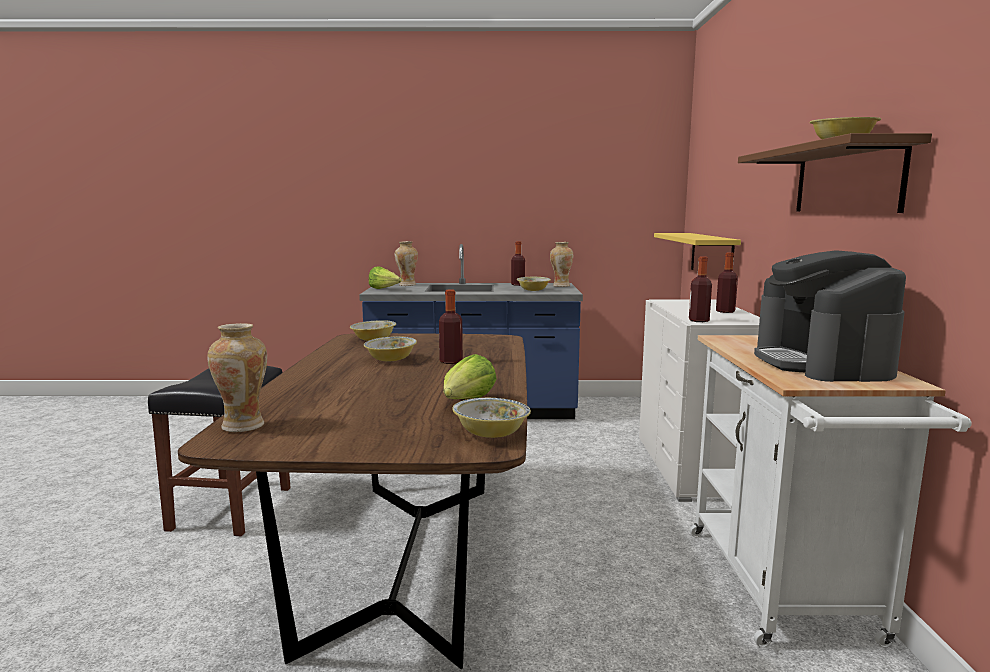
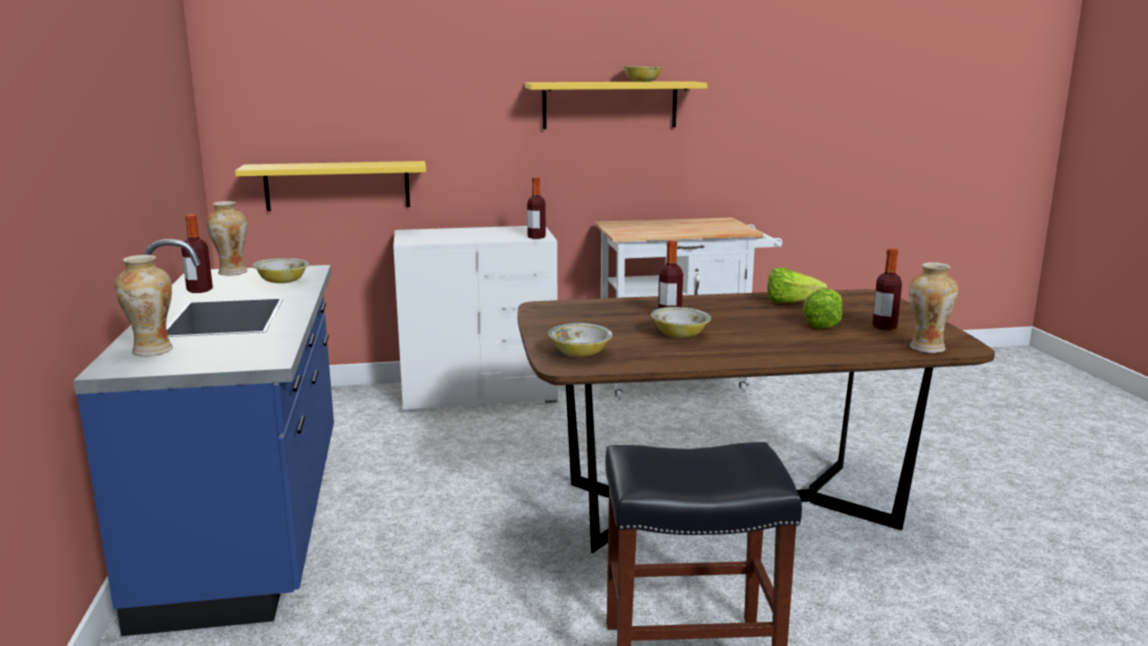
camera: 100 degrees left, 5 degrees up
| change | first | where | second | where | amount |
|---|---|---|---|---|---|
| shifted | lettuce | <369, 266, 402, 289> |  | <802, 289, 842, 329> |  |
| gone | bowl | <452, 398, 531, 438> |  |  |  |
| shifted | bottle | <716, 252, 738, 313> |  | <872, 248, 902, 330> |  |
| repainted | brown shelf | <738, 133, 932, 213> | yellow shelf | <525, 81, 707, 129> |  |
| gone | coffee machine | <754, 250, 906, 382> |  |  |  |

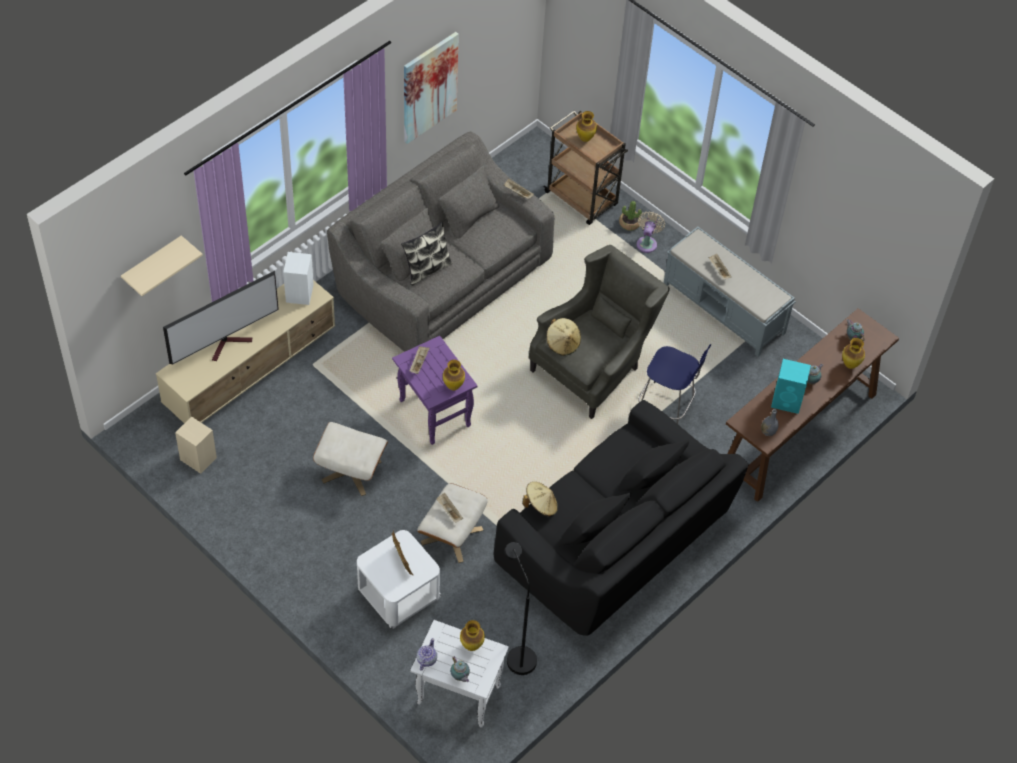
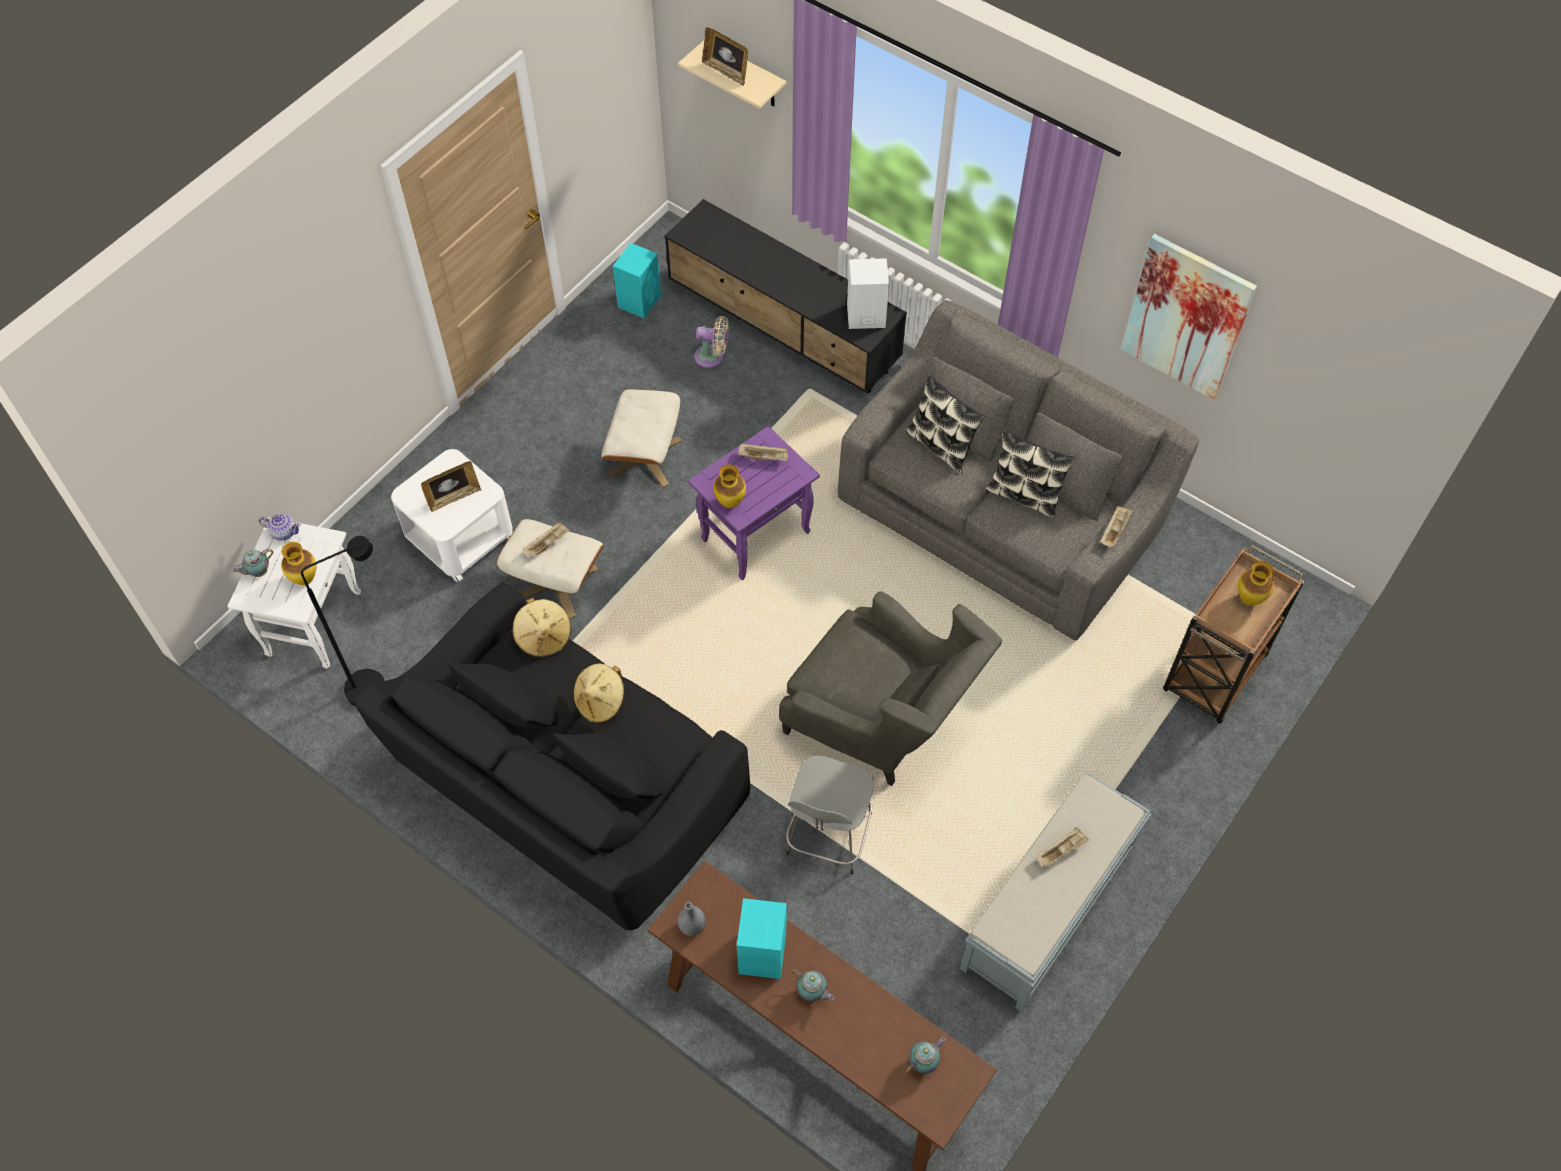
camera: 85 degrees right, 5 degrees up
| change | first | where | second | where | amount |
|---|---|---|---|---|---|
| repainted | beige tv stand | <156, 280, 335, 423> | black tv stand | <665, 199, 907, 393> |  |
| gone | television | <163, 271, 278, 364> |  |  |  |
| repainted | beige speaker | <175, 417, 217, 474> | turquoise speaker | <613, 243, 661, 318> |  |
| shifted | beige hat | <547, 318, 581, 356> |  | <573, 663, 624, 723> |  |
| gone | potted plant | <619, 201, 642, 231> |  |  |  |
| shifted | beige fan | <636, 211, 665, 253> |  | <694, 316, 729, 368> |  |
| repainted | blue stool | <639, 344, 711, 424> | grey stool | <786, 755, 874, 874> |  |
| gone | vase | <842, 338, 865, 369> |  |  |  |
| new |  |  | picture frame | <702, 27, 748, 86> |  |
| new |  |  | pillow | <985, 429, 1075, 519> |  |

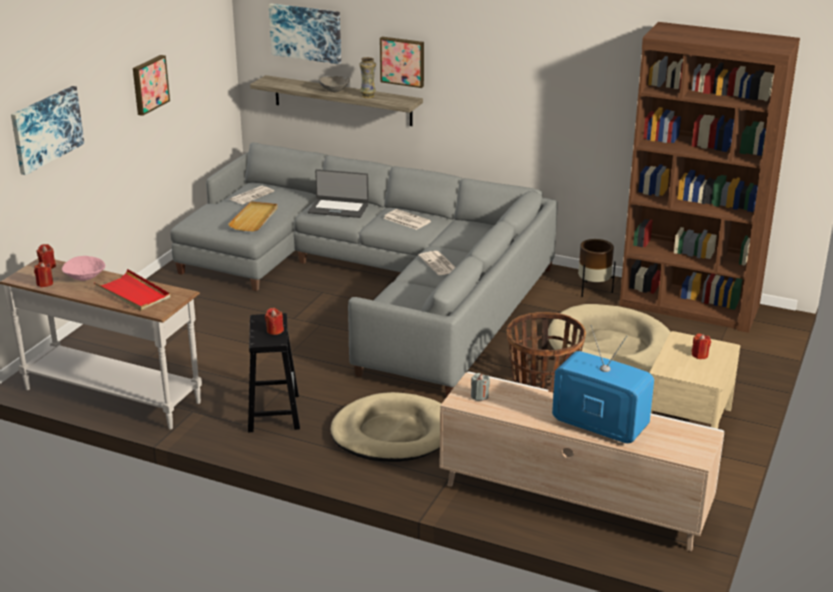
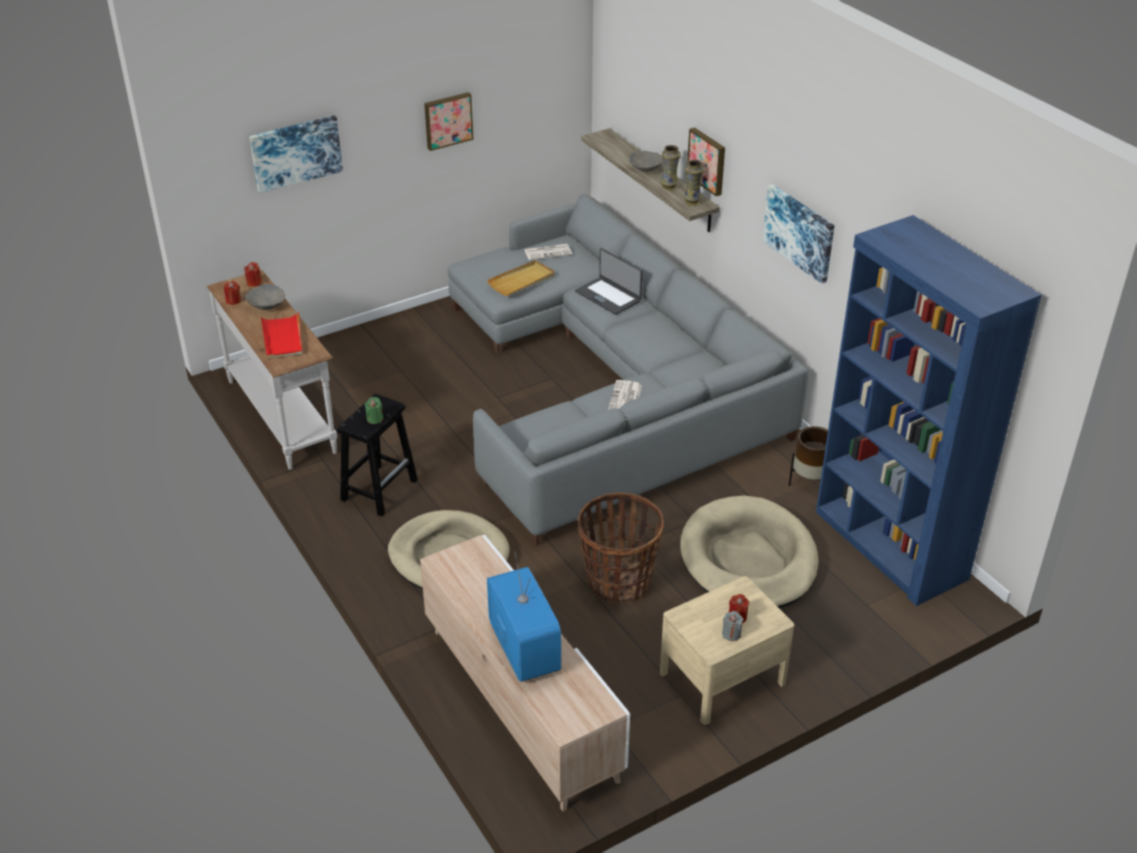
camera: 35 degrees right, 10 degrees up
| change | first | where | second | where | amount |
|---|---|---|---|---|---|
| repainted | pink bowl | <62, 256, 105, 281> | grey bowl | <245, 284, 285, 310> |  |
| repainted | red candle | <265, 308, 284, 335> | green candle | <365, 397, 383, 424> |  |
| shifted | picture | <269, 4, 341, 64> |  | <762, 184, 835, 284> |  |
| gone | newspaper | <384, 209, 431, 230> |  |  |  |
| shifted | grey candle | <471, 373, 490, 401> |  | <722, 611, 743, 641> |  |
| repainted | brown bookcase | <619, 22, 800, 333> | blue bookcase | <816, 215, 1042, 606> |  |
| new |  |  | vase | <684, 160, 704, 206> |  |

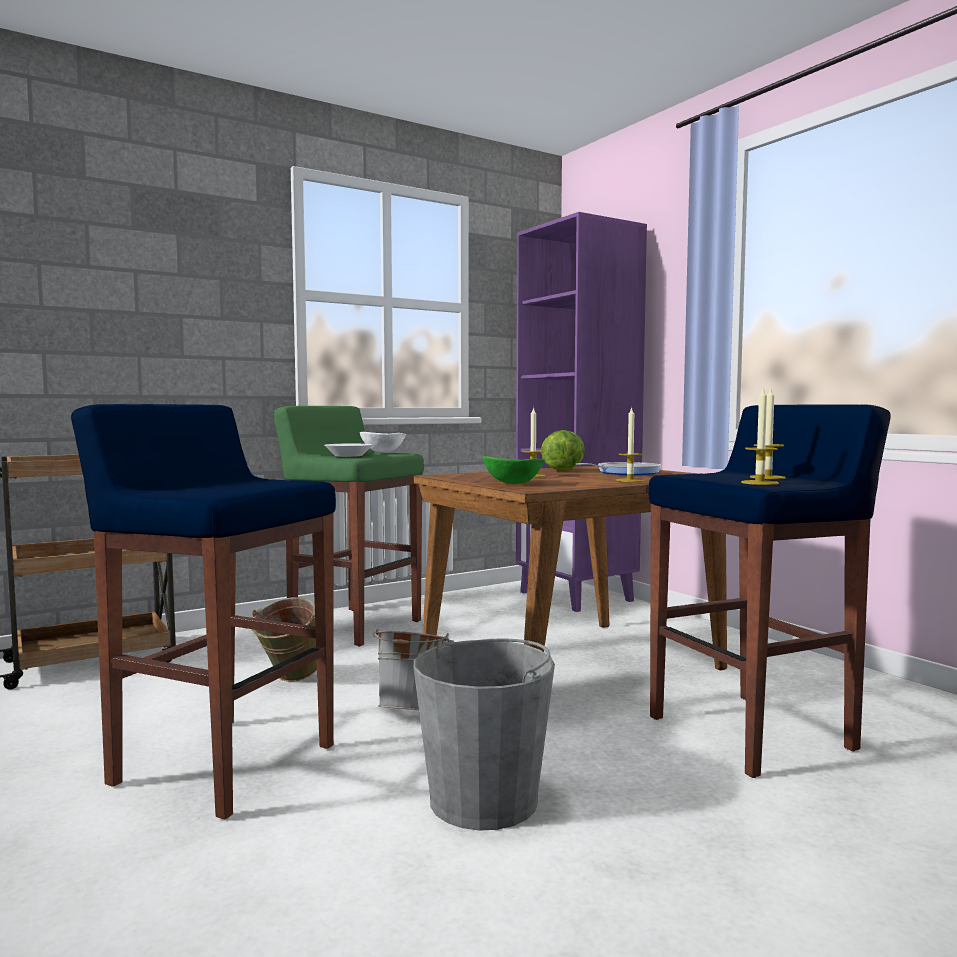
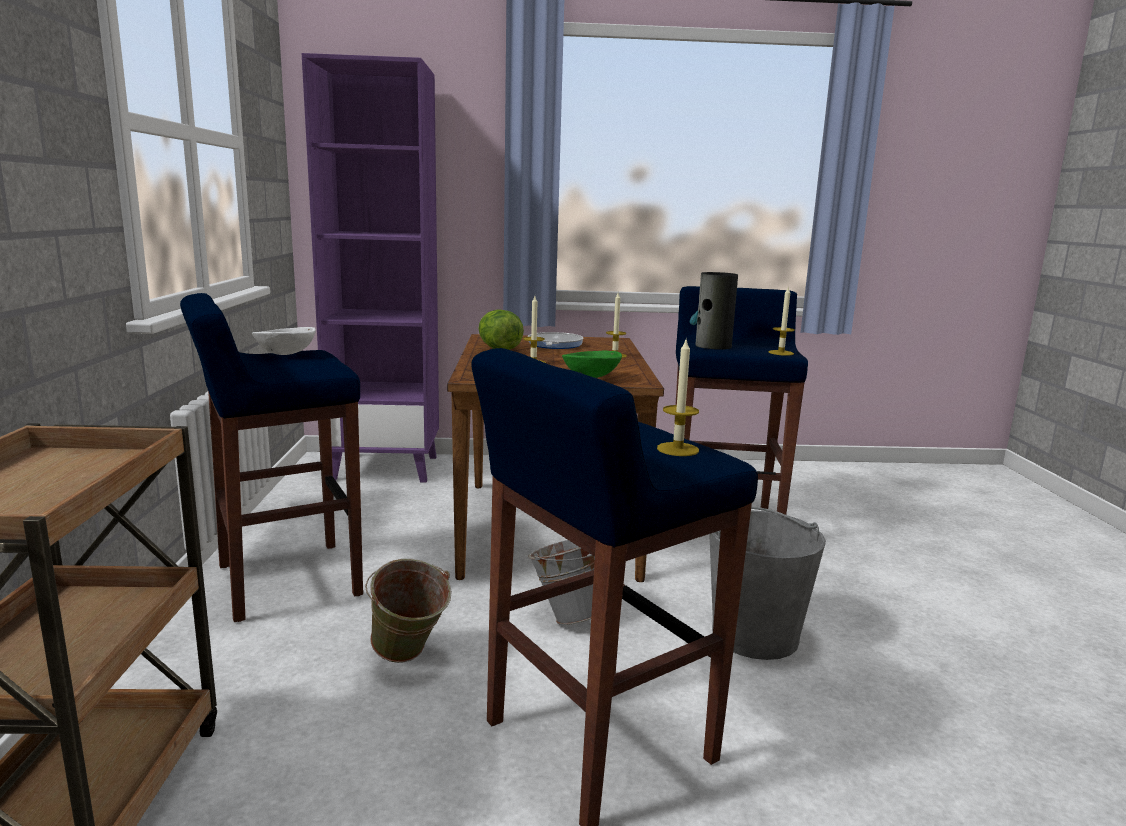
camera: 60 degrees left, 10 degrees up
| change | first | where | second | where | amount |
|---|---|---|---|---|---|
| repainted | green stool | <273, 406, 424, 646> | blue stool | <180, 293, 363, 622> |  |
| gone | white bowl | <324, 443, 373, 457> |  |  |  |
| shifted | candle | <750, 389, 786, 479> |  | <657, 337, 699, 456> |  |
| new |  |  | vase | <690, 272, 738, 350> |  |

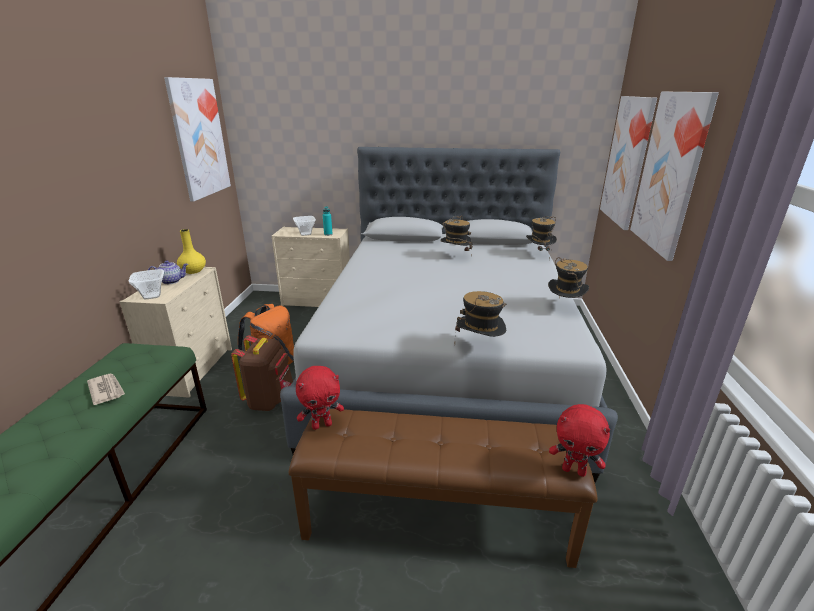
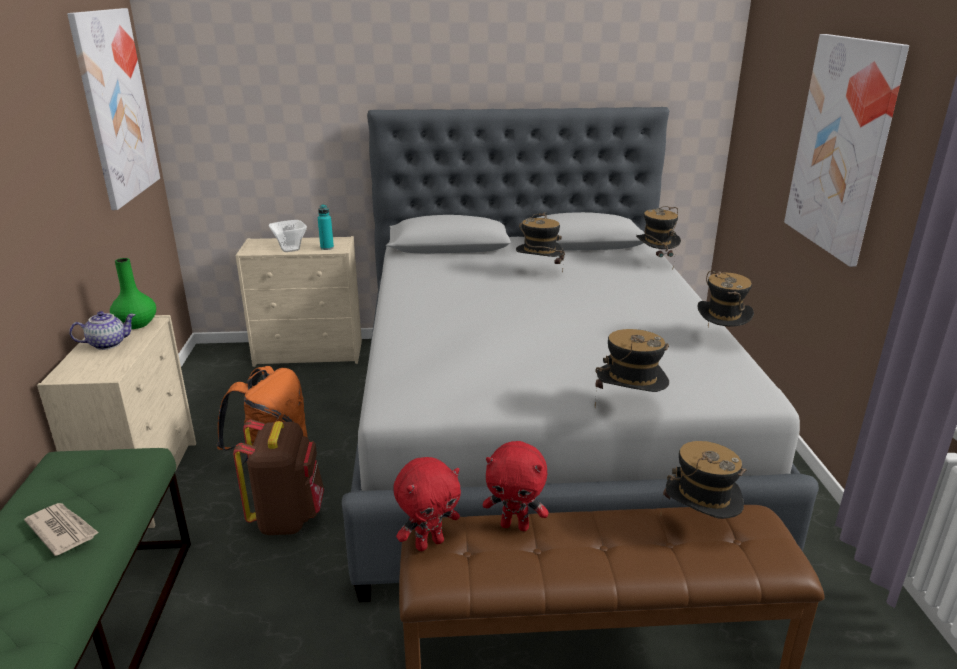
camera: 10 degrees left, 0 degrees up
| change | first | where | second | where | amount |
|---|---|---|---|---|---|
| gone | bowl | <128, 269, 164, 299> |  |  |  |
| repainted | yellow vase | <177, 229, 206, 274> | green vase | <110, 258, 156, 329> |  |
| shifted | red plush toy | <549, 404, 610, 477> |  | <483, 441, 549, 531> |  |
| gone | picture | <600, 96, 657, 230> |  |  |  |
| new |  |  | hat | <660, 441, 747, 519> |  |

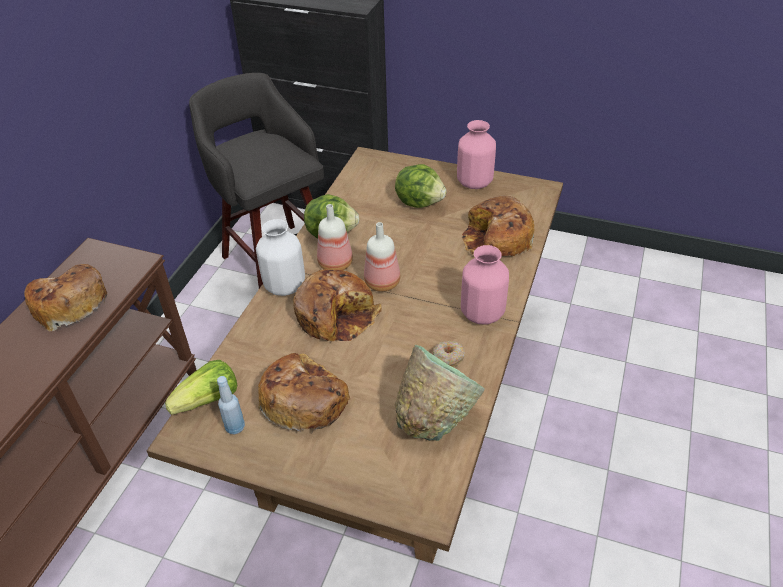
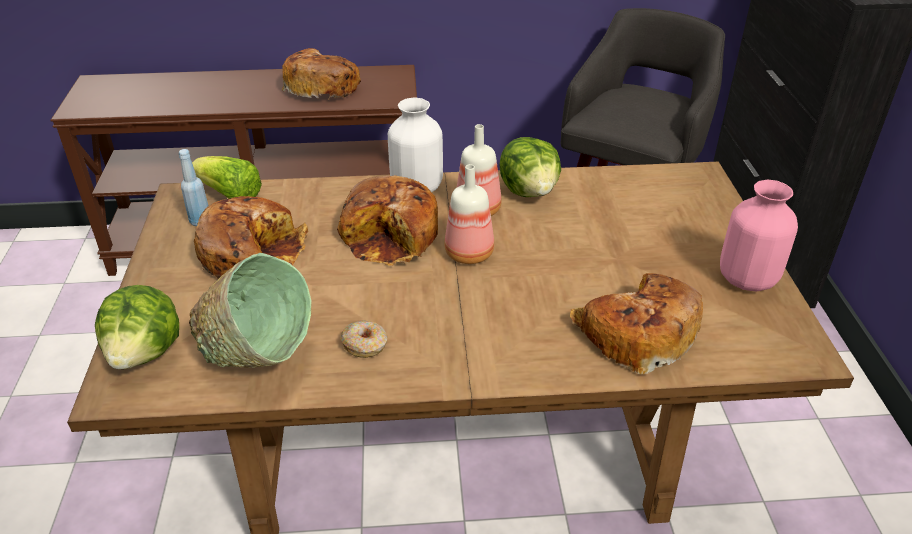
camera: 65 degrees right, 5 degrees down
| change | first | where | second | where | amount |
|---|---|---|---|---|---|
| shifted | lettuce | <395, 164, 447, 208> |  | <95, 285, 179, 369> |  |
| gone | pink vase | <461, 245, 509, 325> |  |  |  |

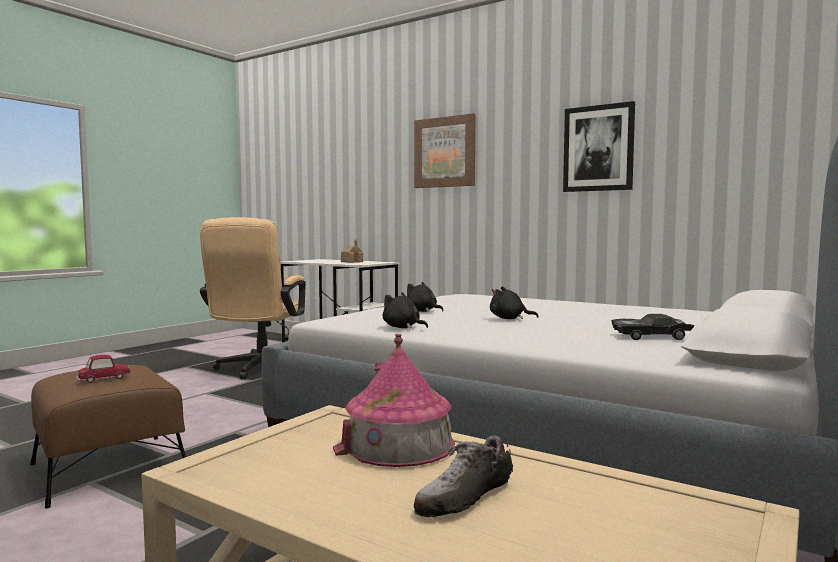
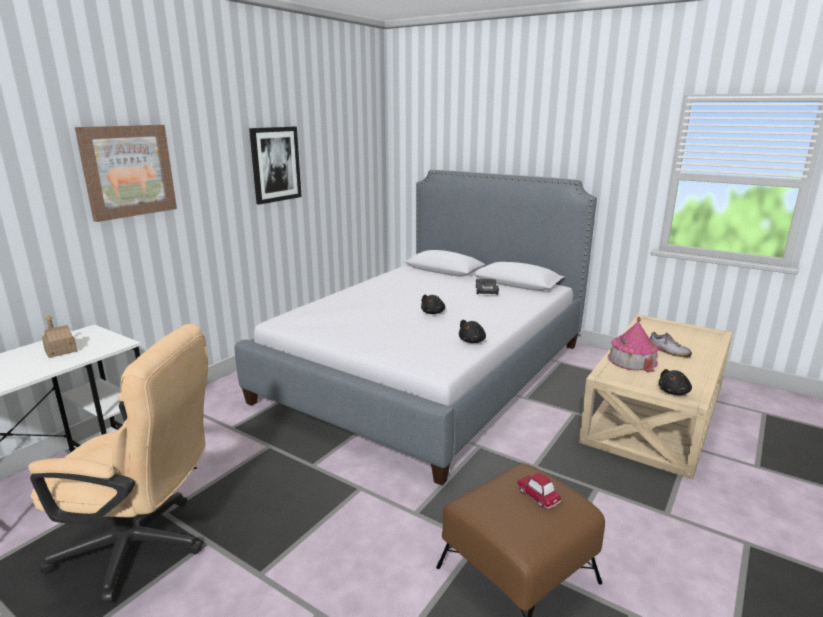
camera: 90 degrees left, 15 degrees up
| change | first | where | second | where | amount |
|---|---|---|---|---|---|
| shifted | black plush toy | <407, 282, 444, 312> |  | <659, 369, 692, 395> |  |

